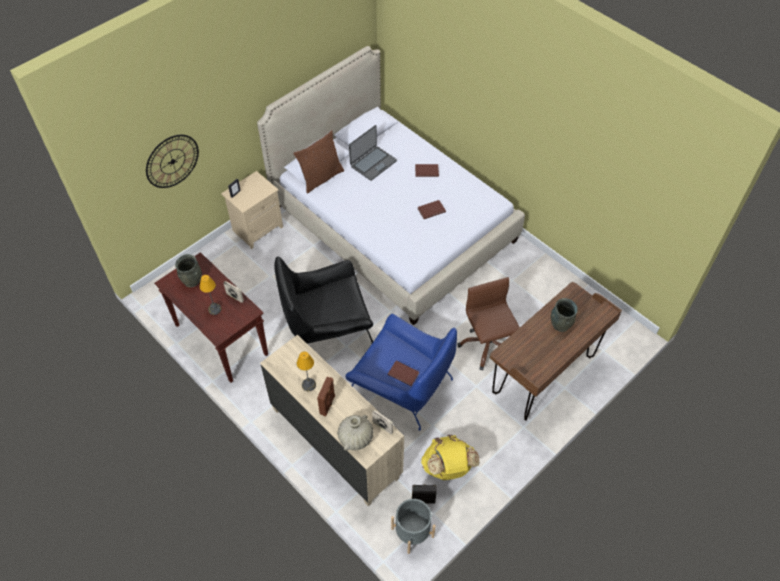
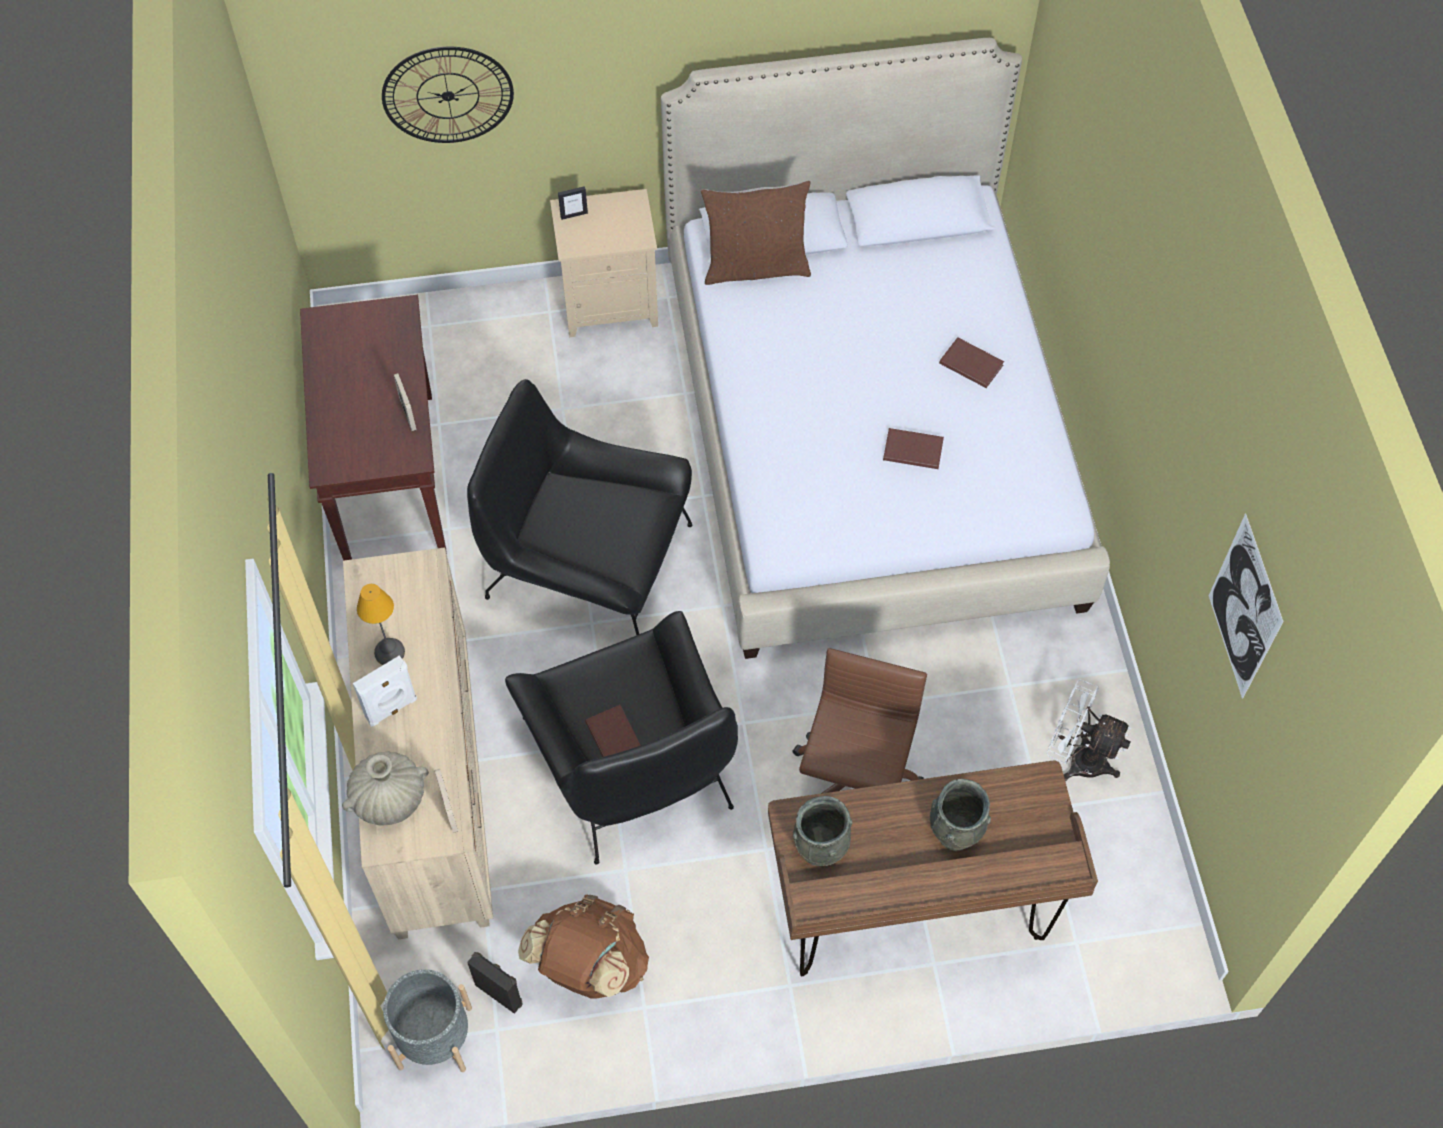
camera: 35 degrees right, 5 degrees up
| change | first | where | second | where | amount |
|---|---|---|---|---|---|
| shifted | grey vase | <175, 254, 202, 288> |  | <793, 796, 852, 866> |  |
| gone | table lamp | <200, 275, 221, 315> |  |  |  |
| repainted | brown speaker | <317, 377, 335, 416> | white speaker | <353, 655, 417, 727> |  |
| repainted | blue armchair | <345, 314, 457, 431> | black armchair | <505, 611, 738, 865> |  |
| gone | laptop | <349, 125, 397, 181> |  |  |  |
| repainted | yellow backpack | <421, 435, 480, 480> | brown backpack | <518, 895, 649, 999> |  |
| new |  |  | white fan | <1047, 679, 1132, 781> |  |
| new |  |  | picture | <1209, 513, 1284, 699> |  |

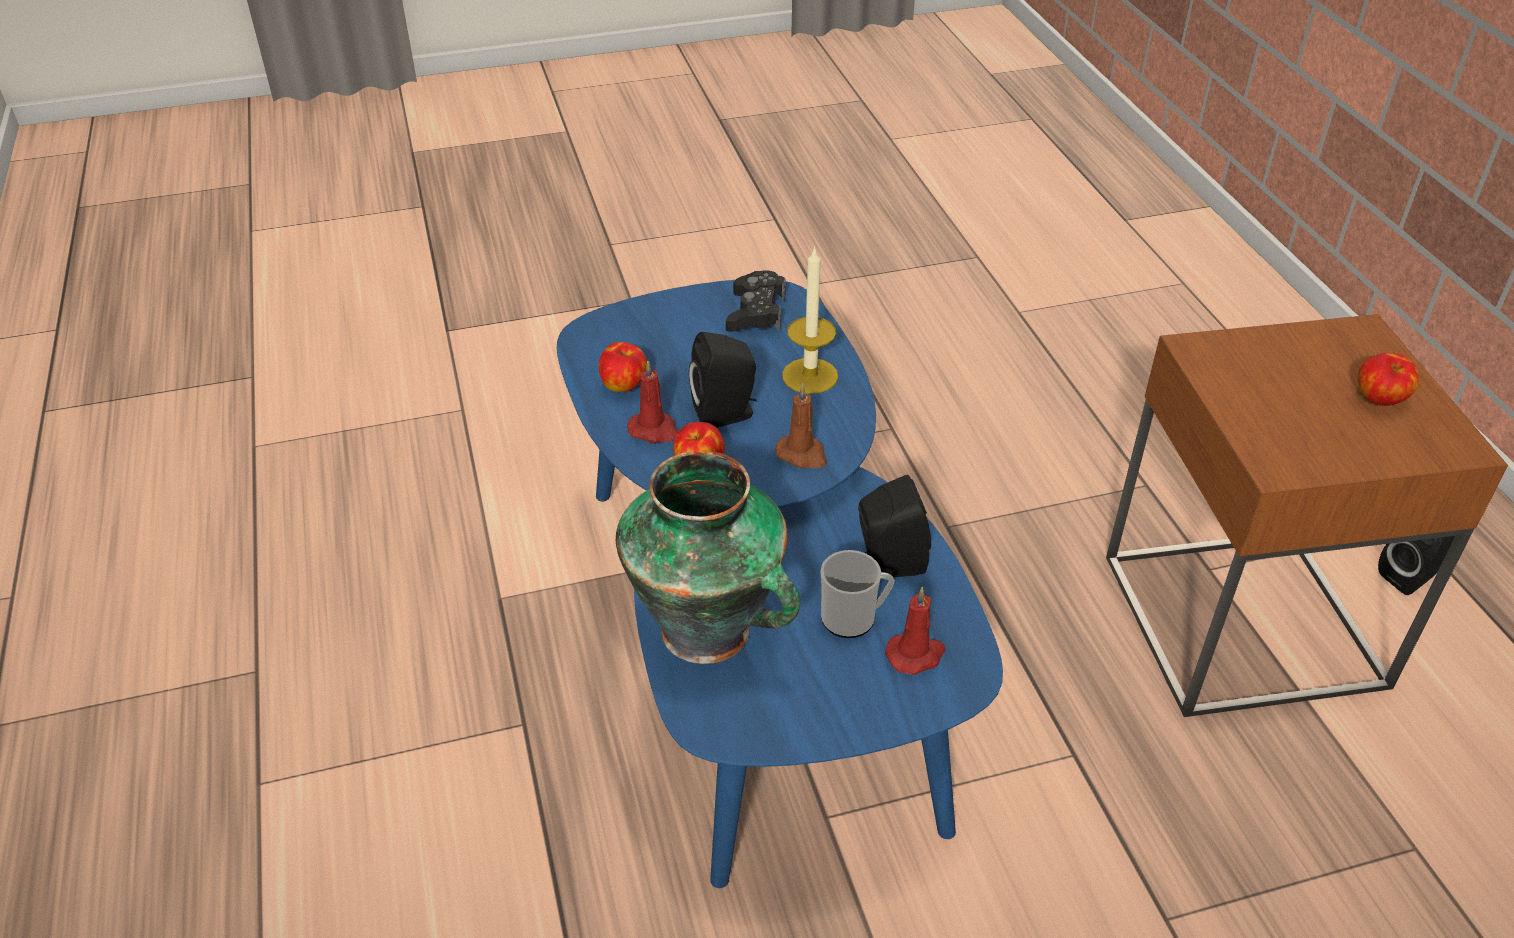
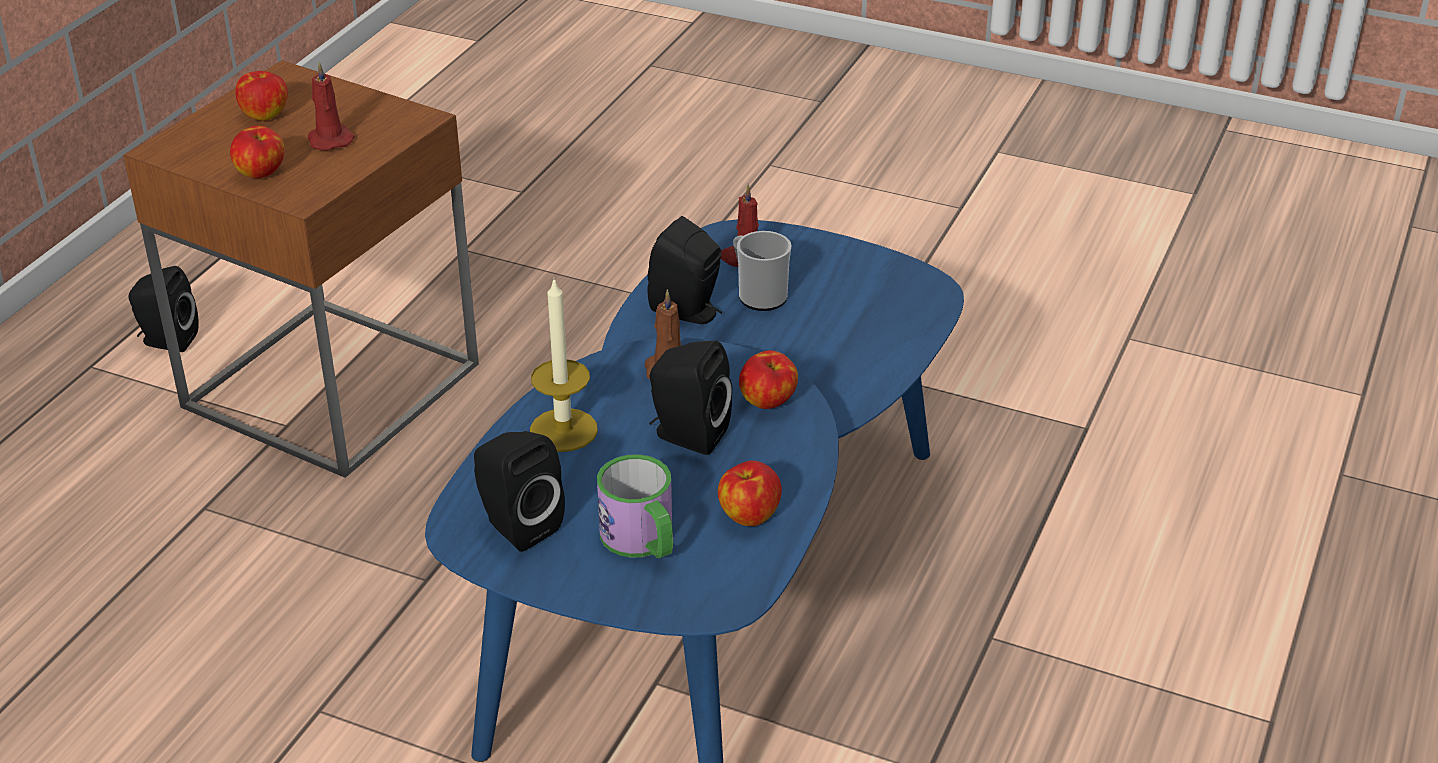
camera: 140 degrees left, 5 degrees down
| change | first | where | second | where | amount |
|---|---|---|---|---|---|
| gone | vase | <616, 452, 800, 664> |  |  |  |
| shifted | red candle | <627, 360, 678, 443> |  | <308, 62, 354, 151> |  |
| swapped | black game controller | <726, 270, 786, 332> | black speaker | <474, 431, 565, 552> |  |
| new |  |  | apple | <230, 126, 285, 178> |  |
| new |  |  | mug | <597, 454, 673, 558> |  |

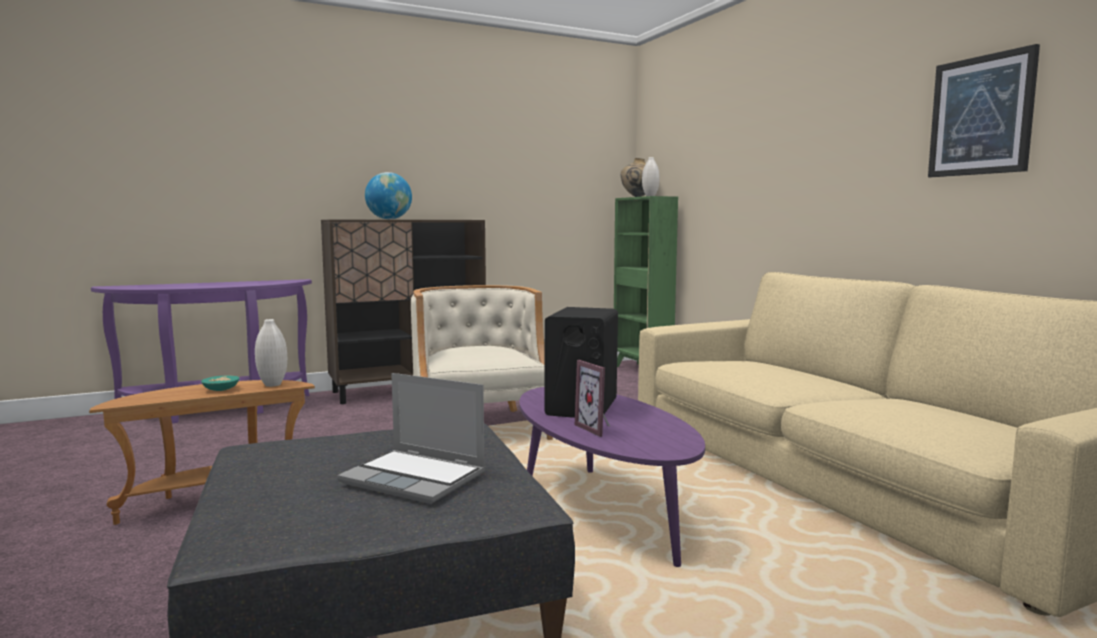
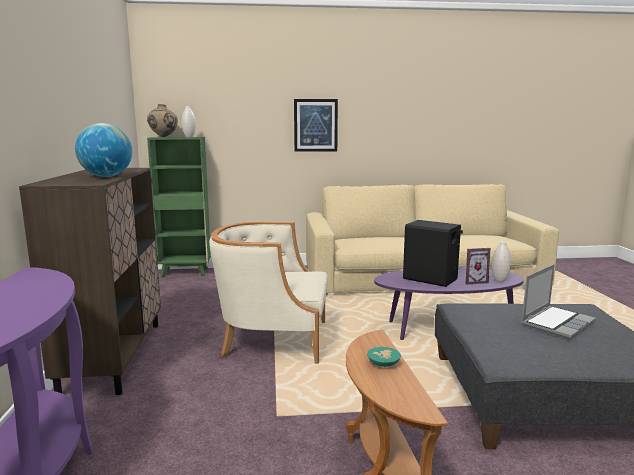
camera: 70 degrees left, 5 degrees up
| change | first | where | second | where | amount |
|---|---|---|---|---|---|
| shifted | white vase | <255, 319, 287, 387> |  | <492, 241, 511, 282> |  |
| shifted | picture | <928, 44, 1040, 177> |  | <294, 99, 338, 152> |  |

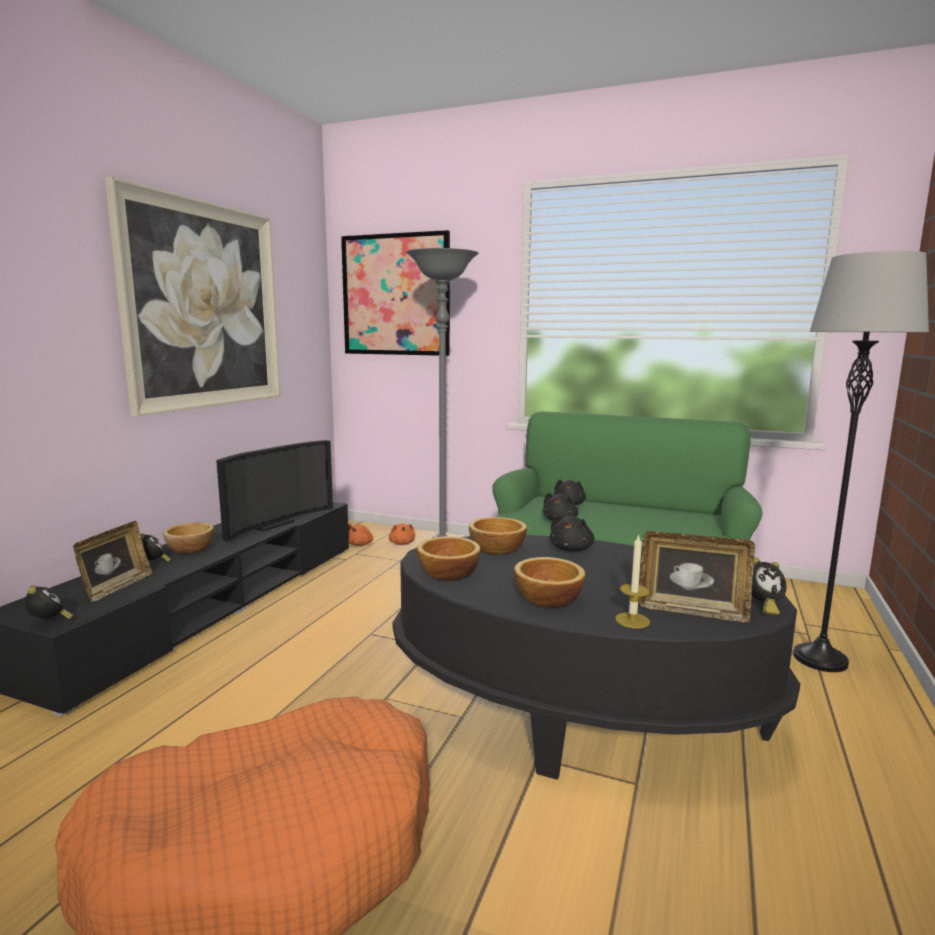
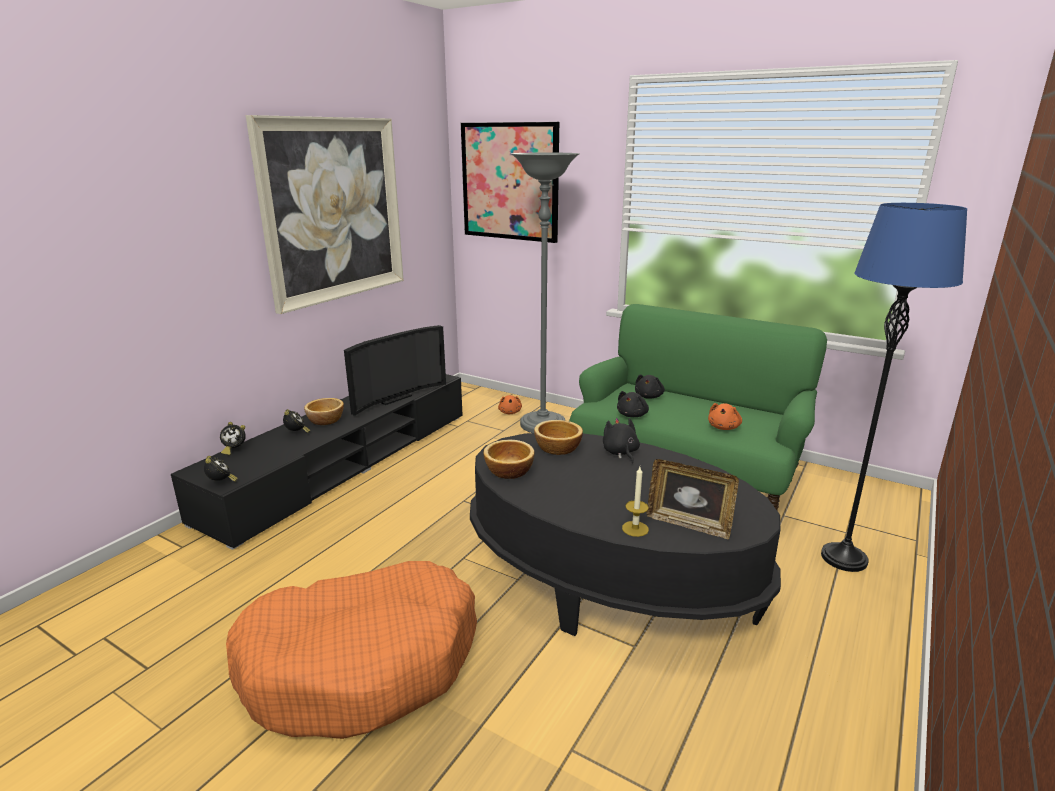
camera: 10 degrees right, 10 degrees up
| change | first | where | second | where | amount |
|---|---|---|---|---|---|
| gone | picture frame | <73, 521, 153, 602> |  |  |  |
| shifted | orange plush toy | <348, 524, 373, 546> |  | <708, 403, 742, 430> |  |
| gone | bowl | <514, 557, 585, 608> |  |  |  |
| rotated | black plush toy | <550, 515, 595, 552> |  | <603, 418, 640, 464> | 135 degrees clockwise |
| shifted | alarm clock | <752, 557, 787, 615> |  | <220, 422, 246, 456> |  |
| repainted | grey floor lamp | <793, 251, 929, 672> | blue floor lamp | <821, 203, 967, 572> |  |

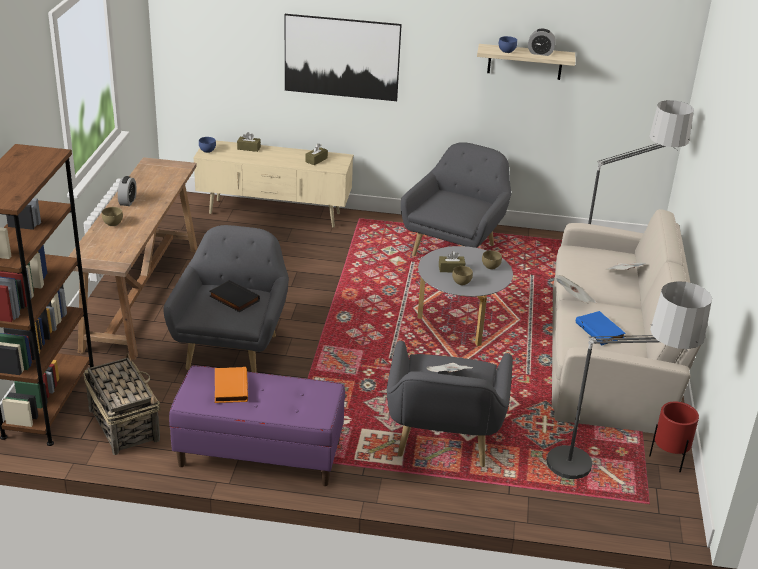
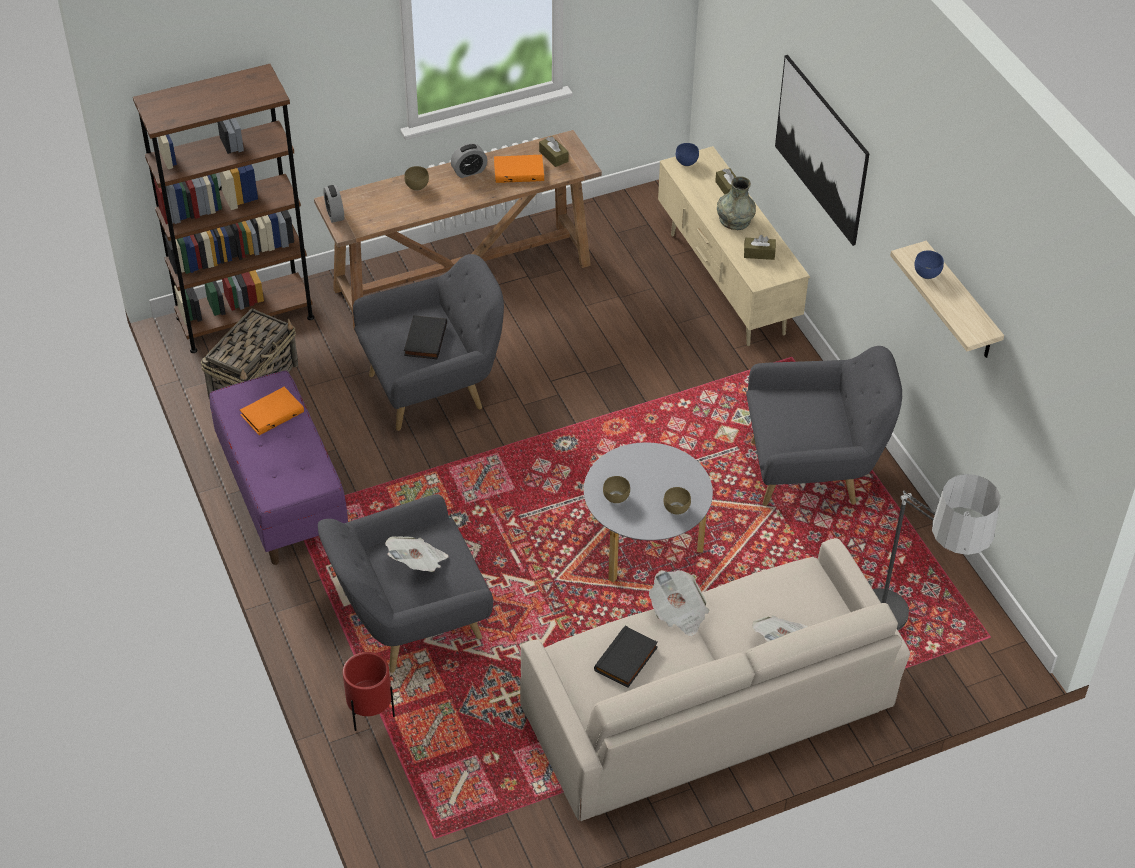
camera: 60 degrees right, 15 degrees up
| change | first | where | second | where | amount |
|---|---|---|---|---|---|
| shifted | brown tissue box | <439, 251, 465, 272> |  | <539, 136, 569, 167> |  |
| shifted | alarm clock | <528, 29, 556, 56> |  | <323, 185, 344, 223> |  |
| gone | floor lamp | <547, 281, 712, 479> |  |  |  |
| repainted | blue book | <576, 311, 626, 345> | black book | <594, 626, 658, 688> |  |
| shifted | red planter | <649, 402, 699, 472> |  | <343, 652, 395, 731> |  |
| new |  |  | orange book | <494, 155, 544, 183> |  |
| new |  |  | grey vase | <717, 176, 756, 230> |  |

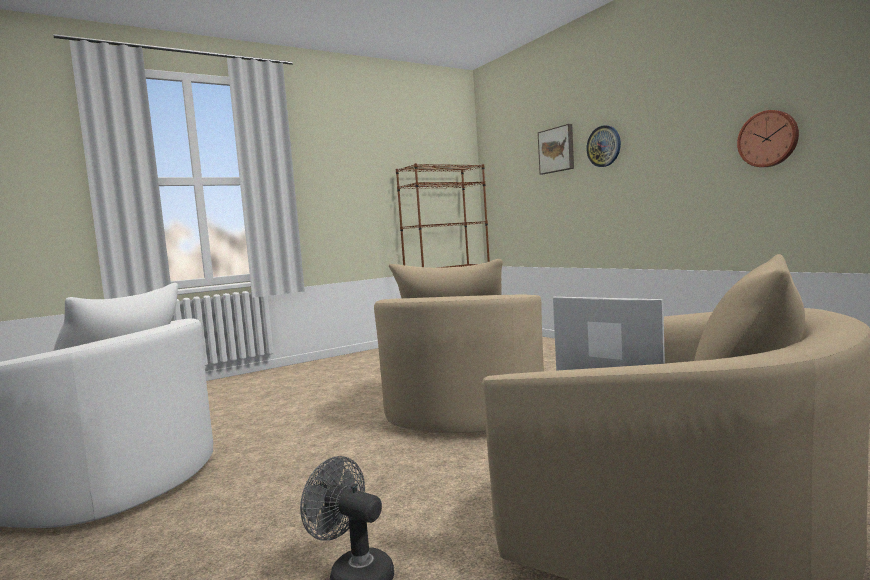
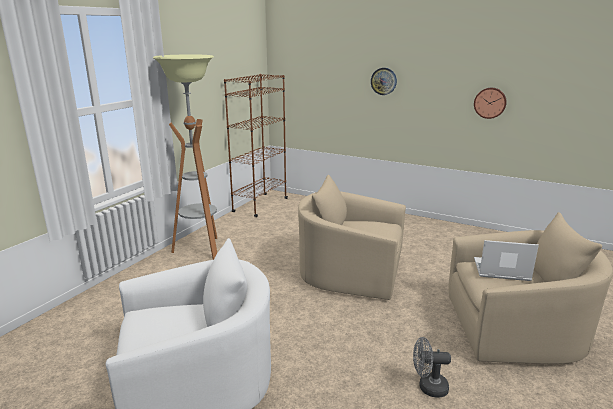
camera: 30 degrees left, 15 degrees up
| change | first | where | second | where | amount |
|---|---|---|---|---|---|
| rotated | beige armchair | <374, 259, 544, 434> |  | <298, 175, 406, 300> | 120 degrees clockwise |
| gone | picture | <538, 124, 574, 174> |  |  |  |
| new |  |  | floor lamp | <153, 54, 217, 260> |  |

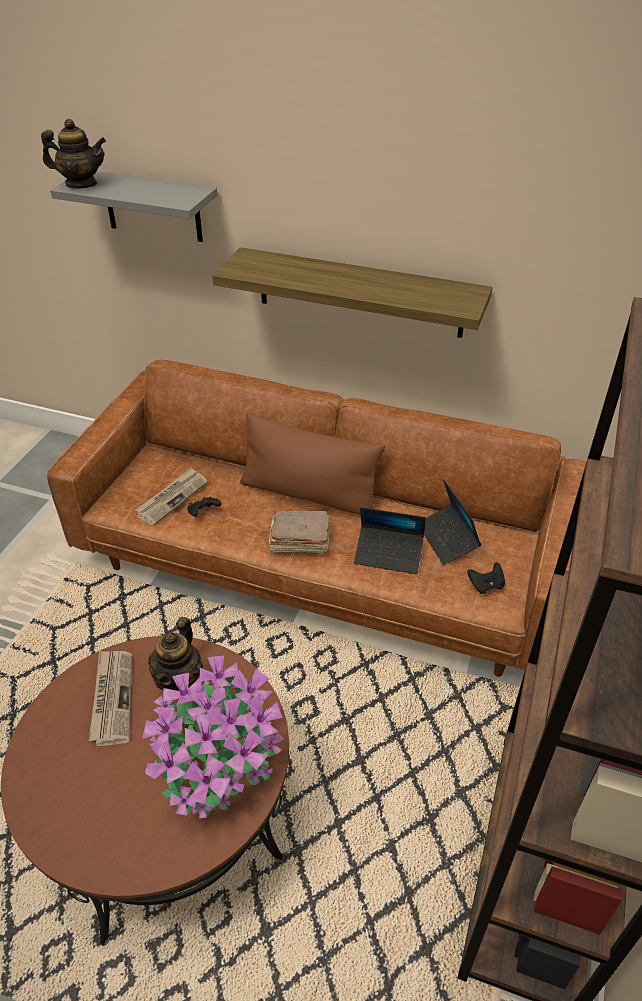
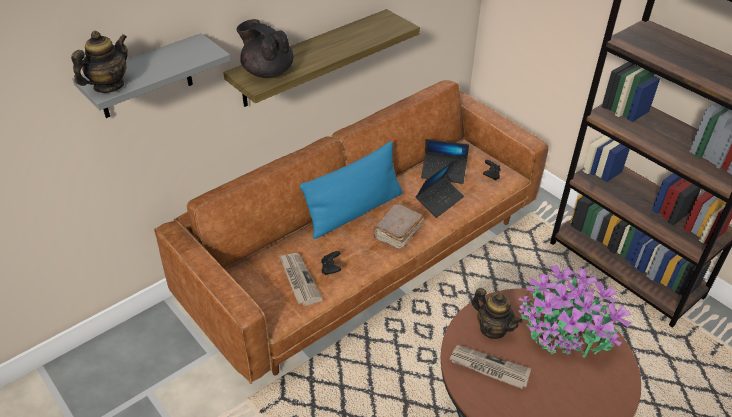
camera: 60 degrees left, 0 degrees up
| change | first | where | second | where | amount |
|---|---|---|---|---|---|
| repainted | brown pillow | <240, 413, 385, 515> | blue pillow | <300, 141, 403, 239> |  |
| new |  |  | black teapot | <236, 19, 294, 78> |  |

